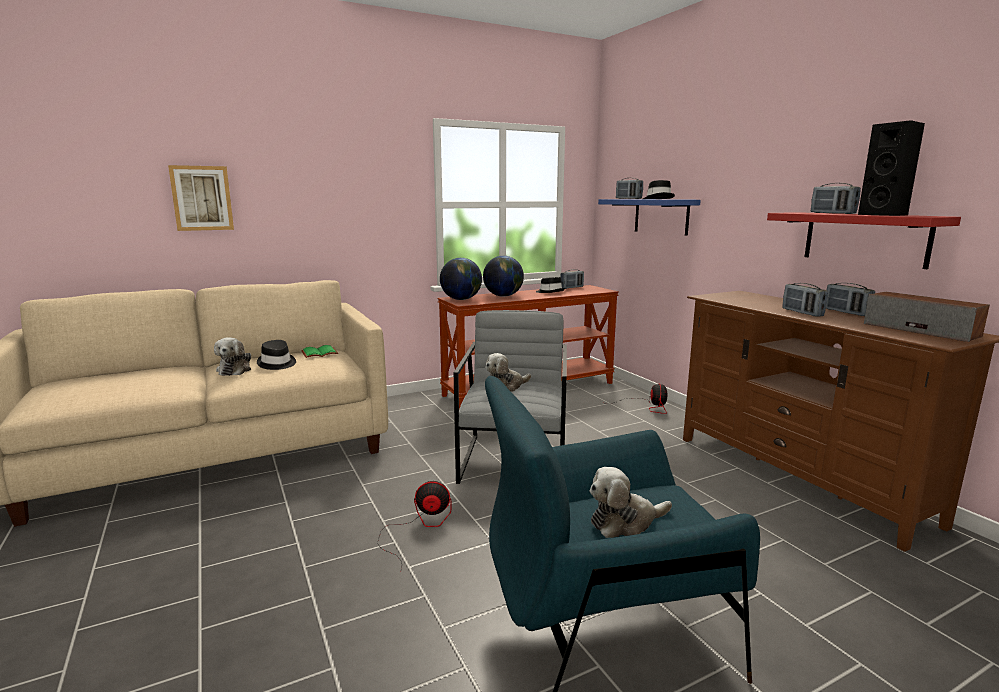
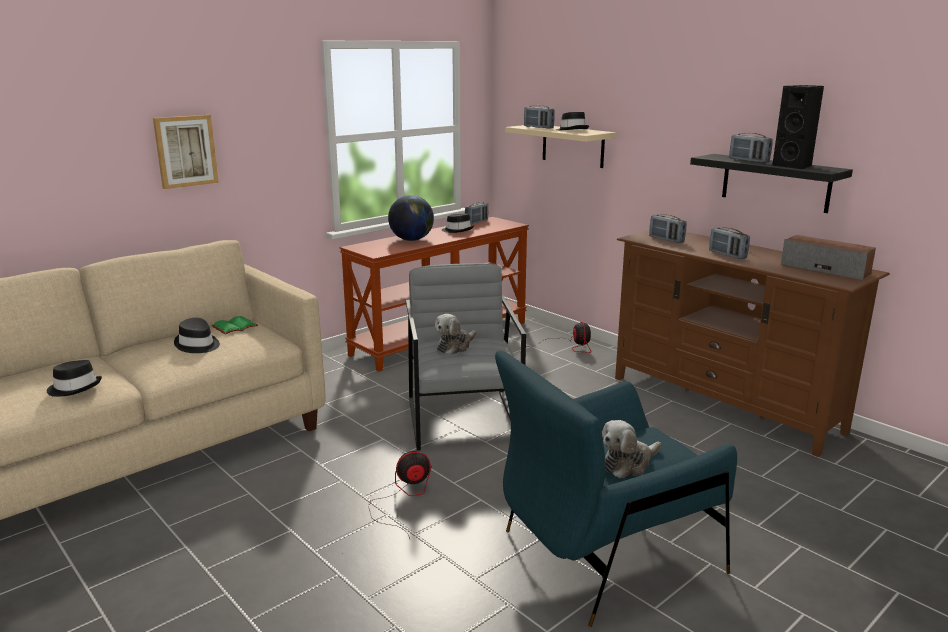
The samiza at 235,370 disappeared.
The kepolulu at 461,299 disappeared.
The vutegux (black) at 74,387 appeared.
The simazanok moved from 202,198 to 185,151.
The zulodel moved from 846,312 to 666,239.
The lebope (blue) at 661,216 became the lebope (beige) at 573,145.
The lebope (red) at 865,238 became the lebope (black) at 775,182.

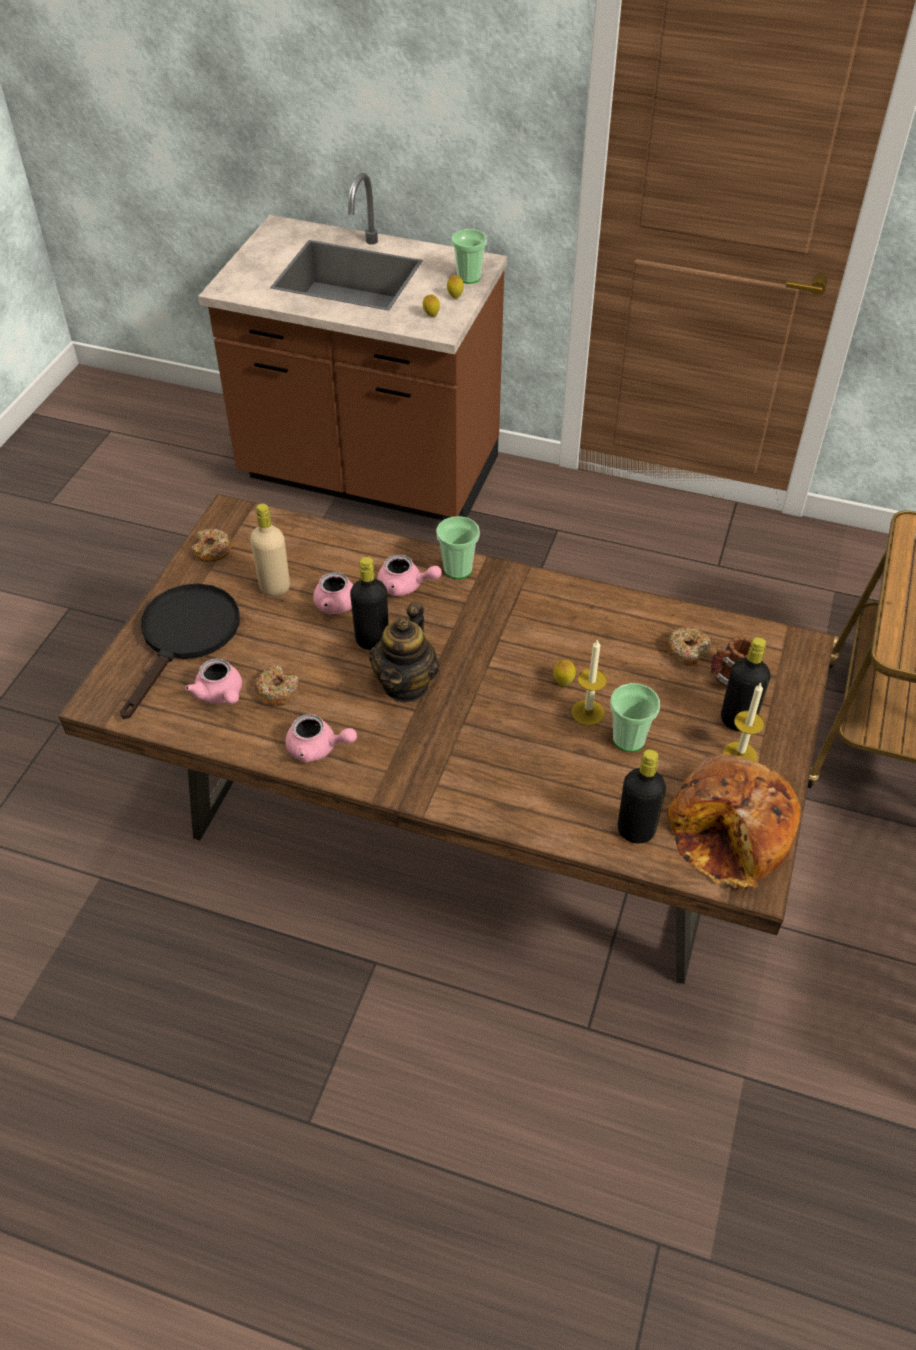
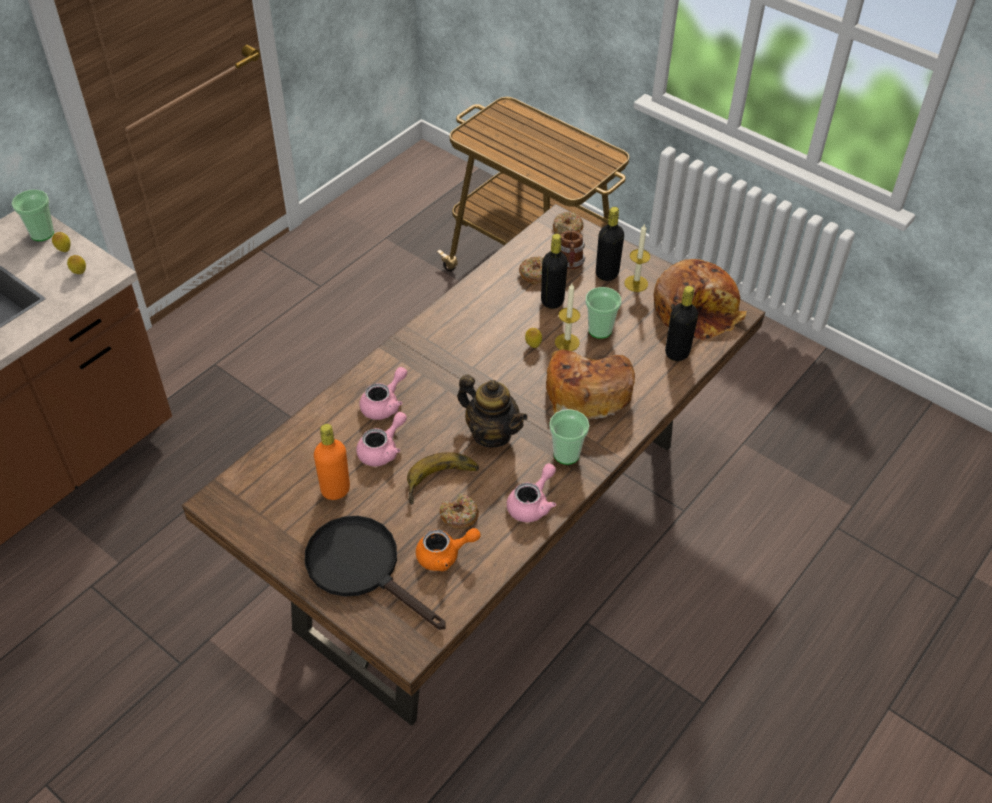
The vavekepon at 443,483 appeared.
The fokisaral at 587,390 appeared.
The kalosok moved from 212,550 to 568,229.
The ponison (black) moved from 372,640 to 552,301.
The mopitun moved from 458,569 to 566,454.
The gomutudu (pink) at 221,695 became the gomutudu (orange) at 444,555.
The ponison (beige) at 274,587 became the ponison (orange) at 335,490.

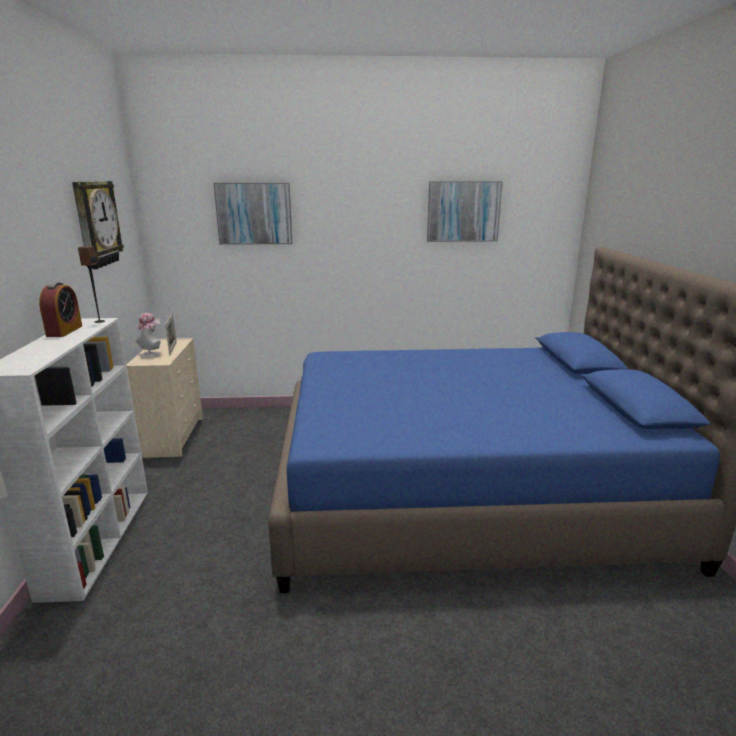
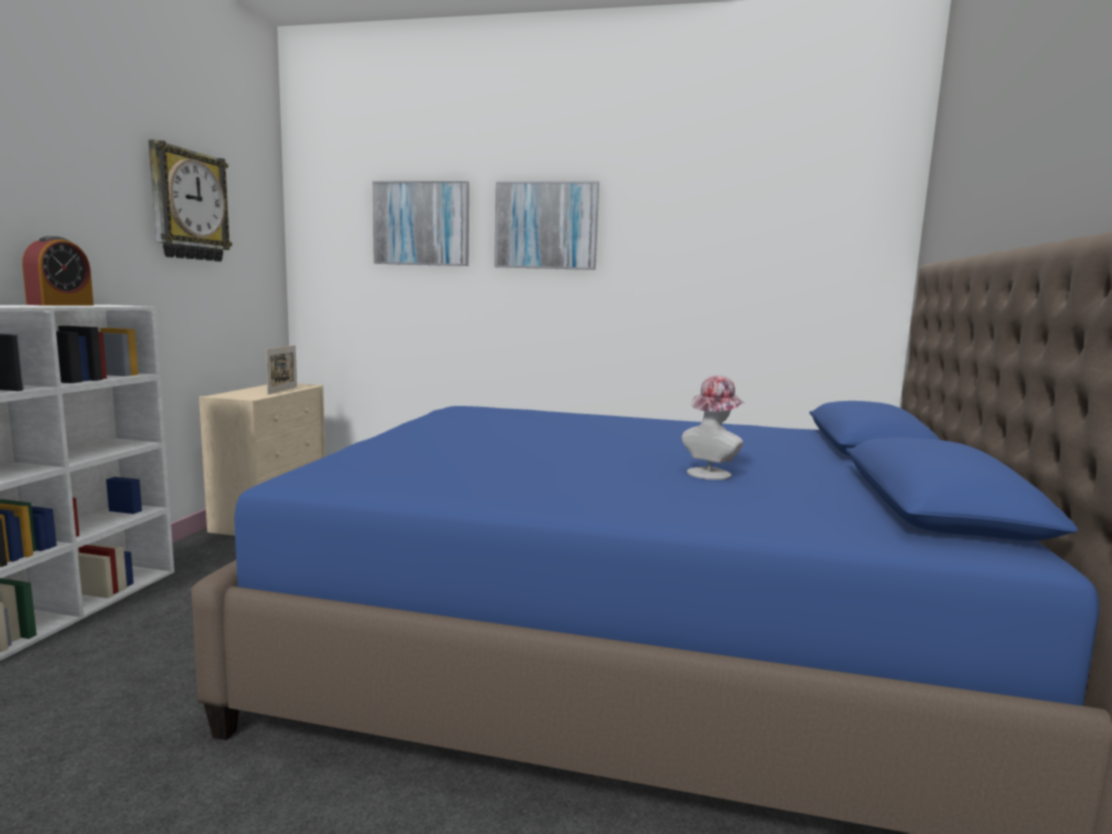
The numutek at 99,321 disappeared.
The vutegux moved from 152,354 to 711,472.
The simazanok moved from 463,211 to 546,226.

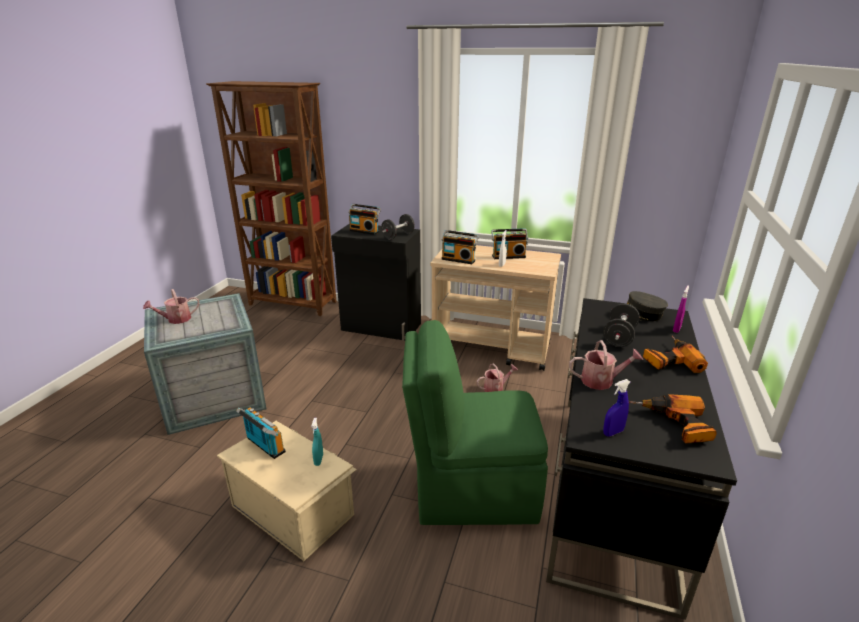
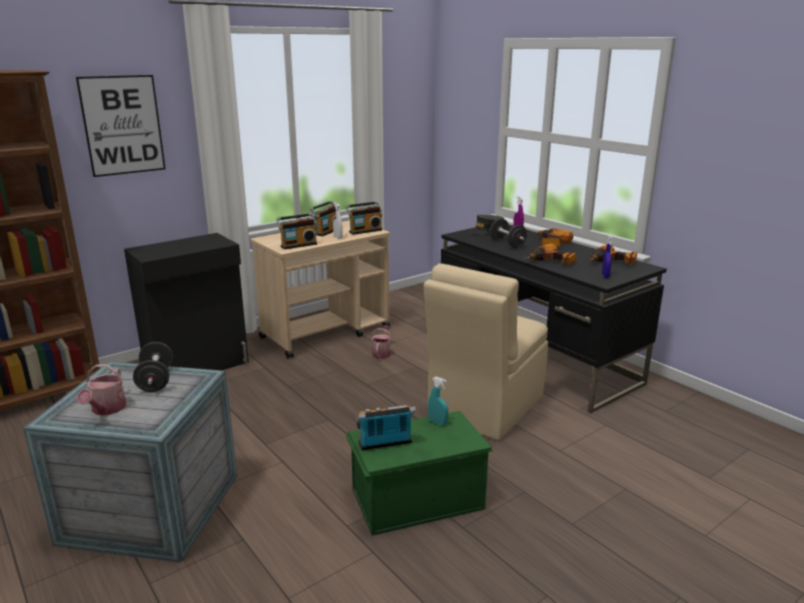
The simazanok at 122,125 appeared.
The zulodel moved from 365,231 to 365,231.
The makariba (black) moved from 398,235 to 156,380.
The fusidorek at 601,381 was replaced by the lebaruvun at 551,262.
The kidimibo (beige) at 293,509 became the kidimibo (green) at 416,498.
The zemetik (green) at 471,490 became the zemetik (beige) at 484,407.

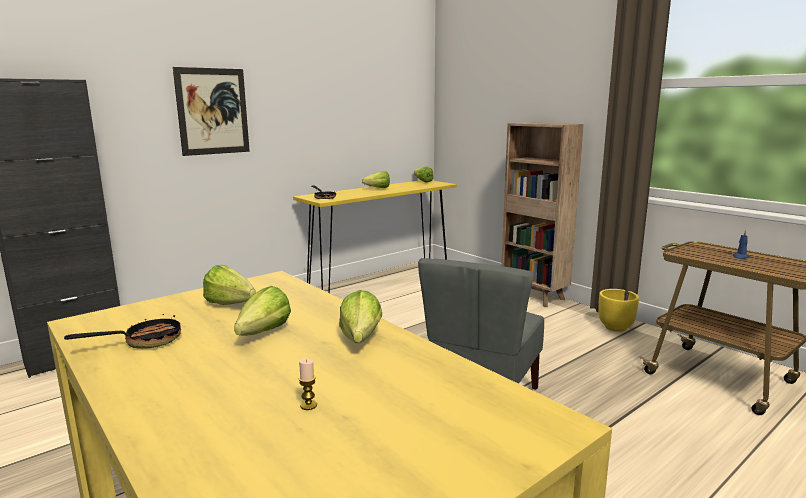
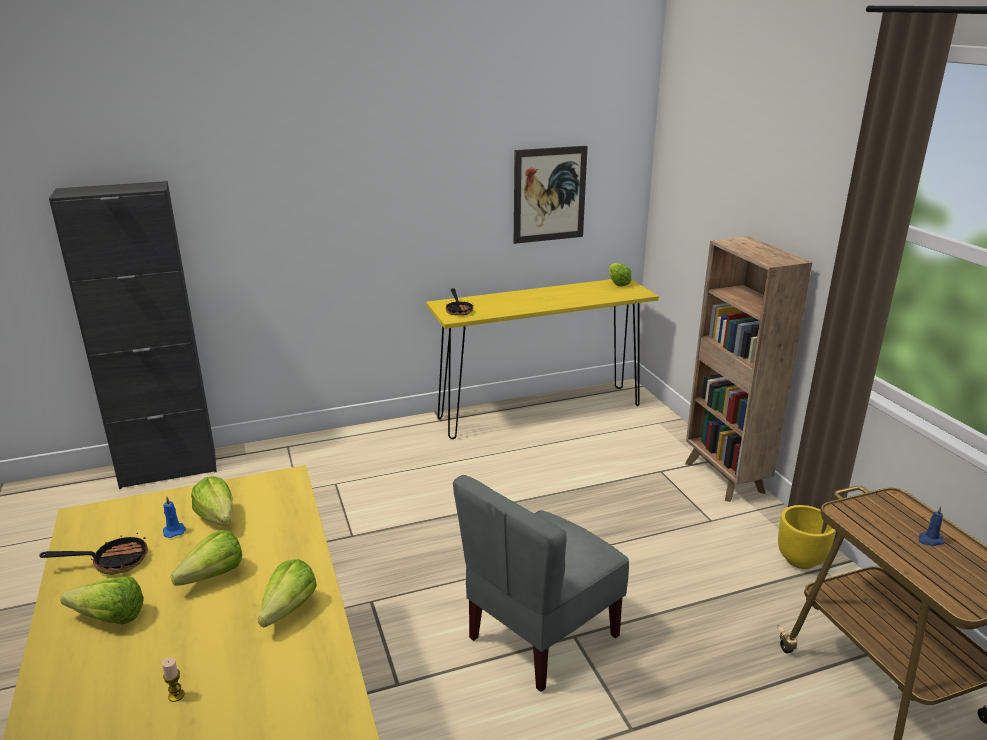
The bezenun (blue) at 174,530 appeared.
The simazanok moved from 213,111 to 549,194.
The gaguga moved from 375,188 to 105,617.

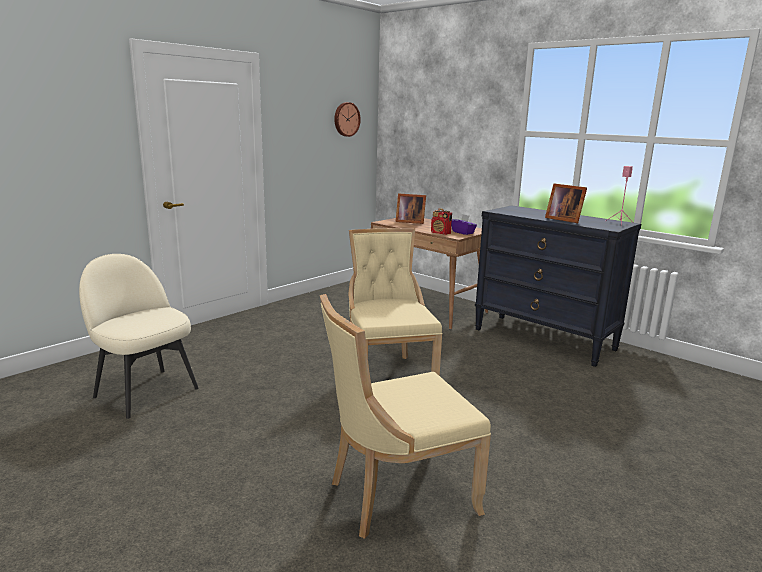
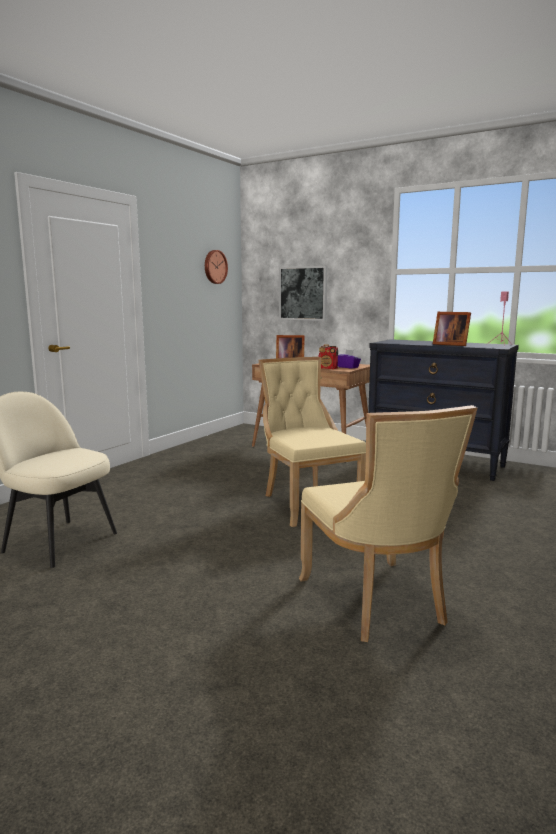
The simazanok at 303,293 appeared.
The zemetik (beige) at 396,495 turned 75 degrees counterclockwise.

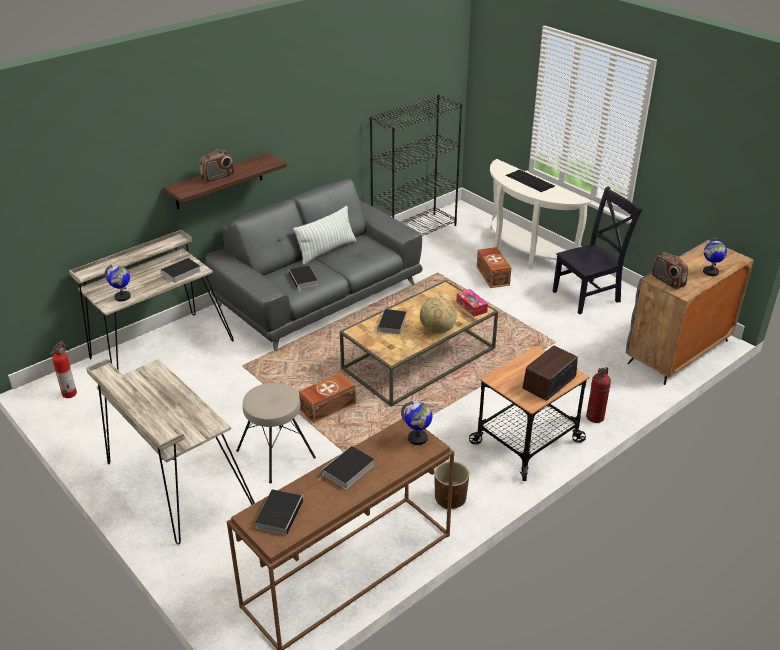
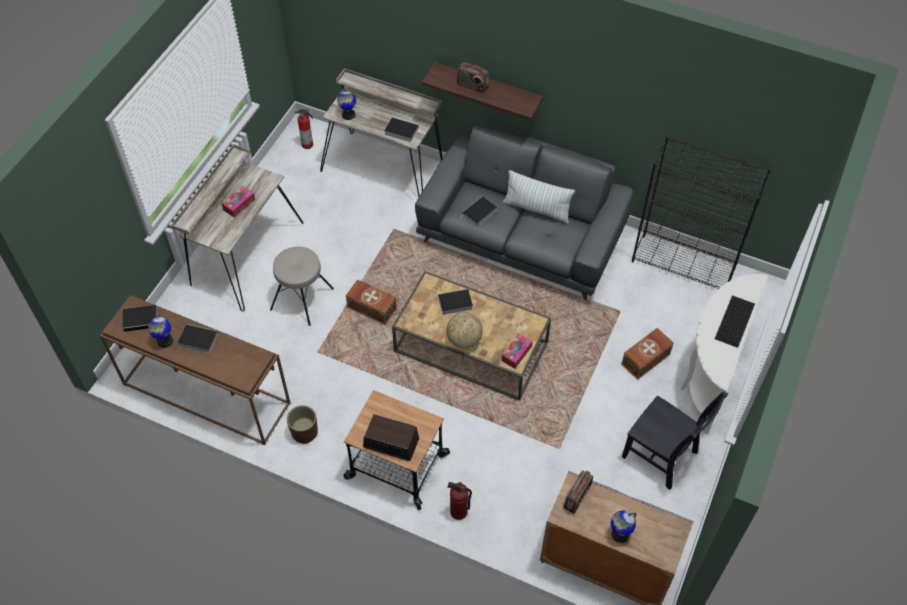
The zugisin at 239,204 appeared.
The kepolulu moved from 418,438 to 165,341.

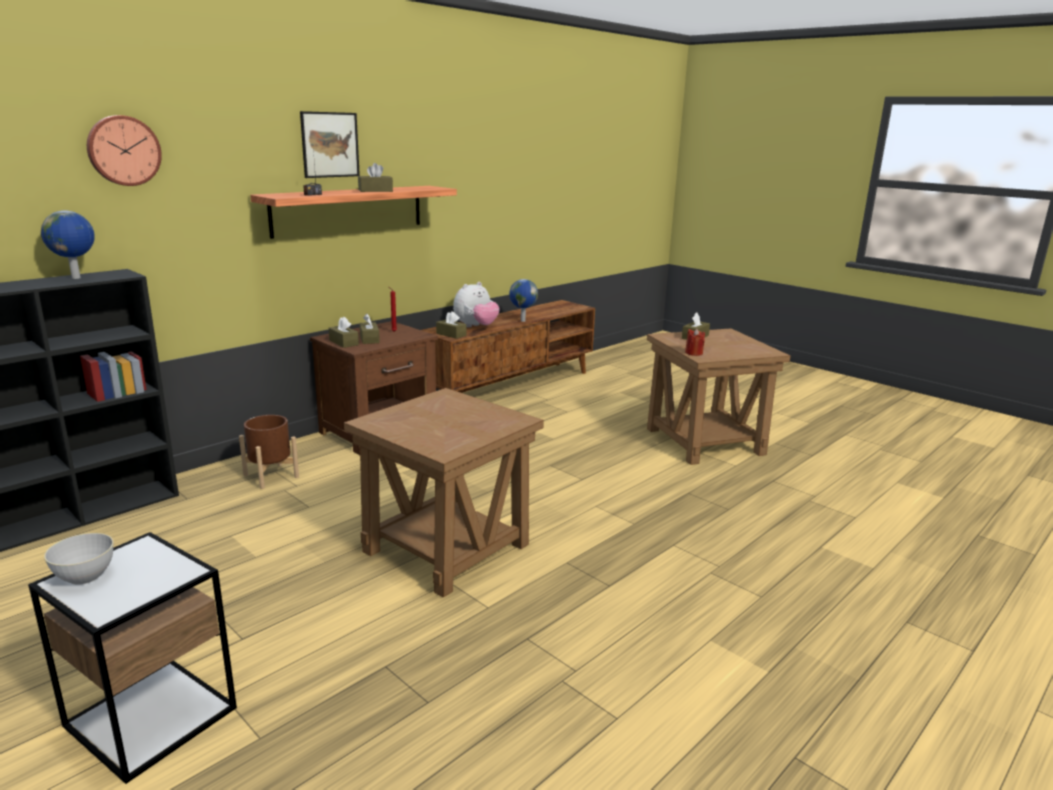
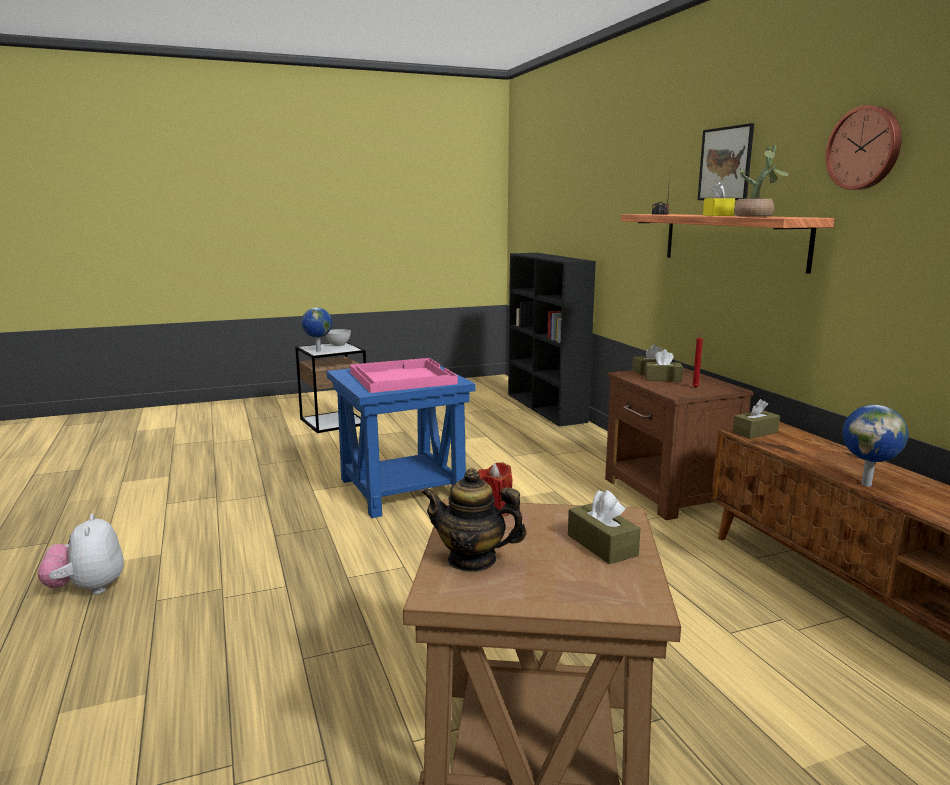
The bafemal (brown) at 271,476 disappeared.
The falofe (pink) at 401,378 appeared.
The gomutudu at 472,560 appeared.
The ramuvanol at 757,216 appeared.
The kepolulu moved from 76,278 to 318,351.
The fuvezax moved from 123,150 to 865,148.
The samiza moved from 476,327 to 88,589.
The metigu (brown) at 446,549 became the metigu (blue) at 400,489.
The zugisin (brown) at 375,191 became the zugisin (yellow) at 717,215.

